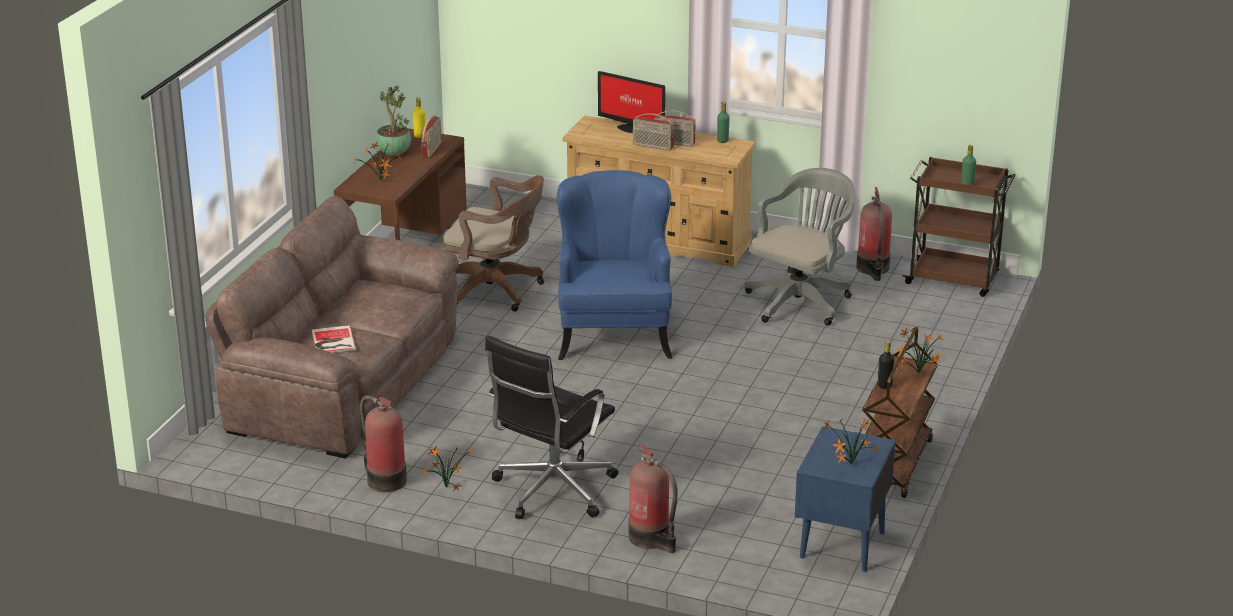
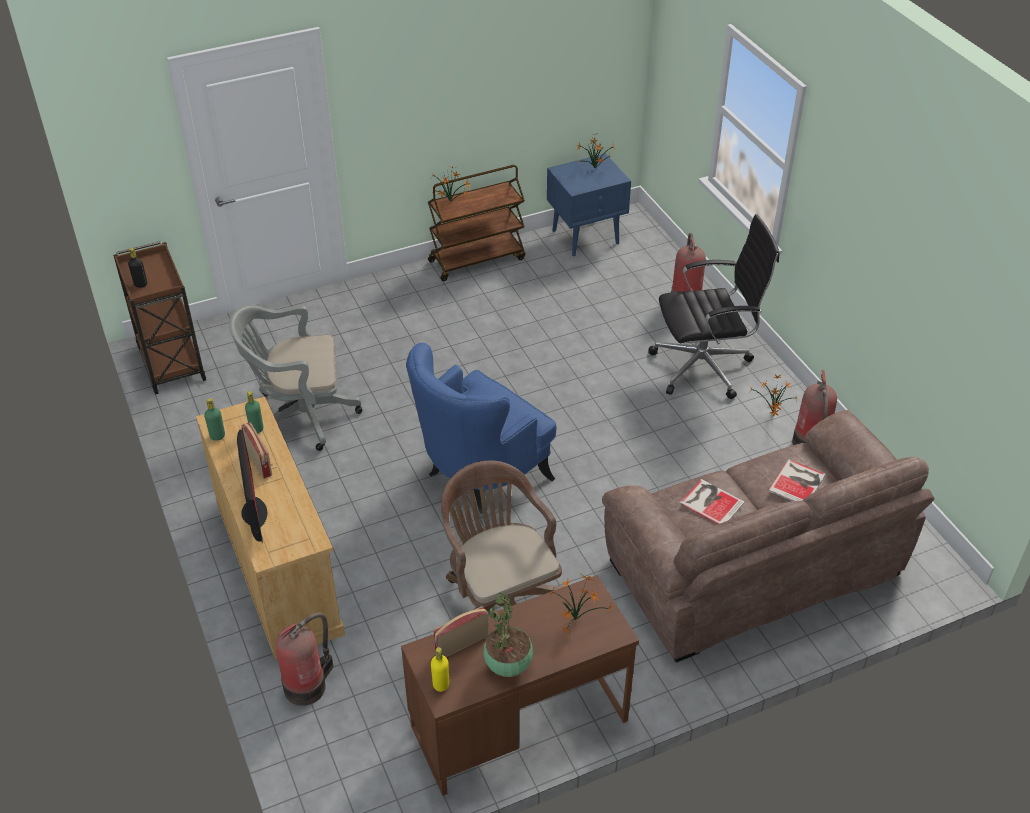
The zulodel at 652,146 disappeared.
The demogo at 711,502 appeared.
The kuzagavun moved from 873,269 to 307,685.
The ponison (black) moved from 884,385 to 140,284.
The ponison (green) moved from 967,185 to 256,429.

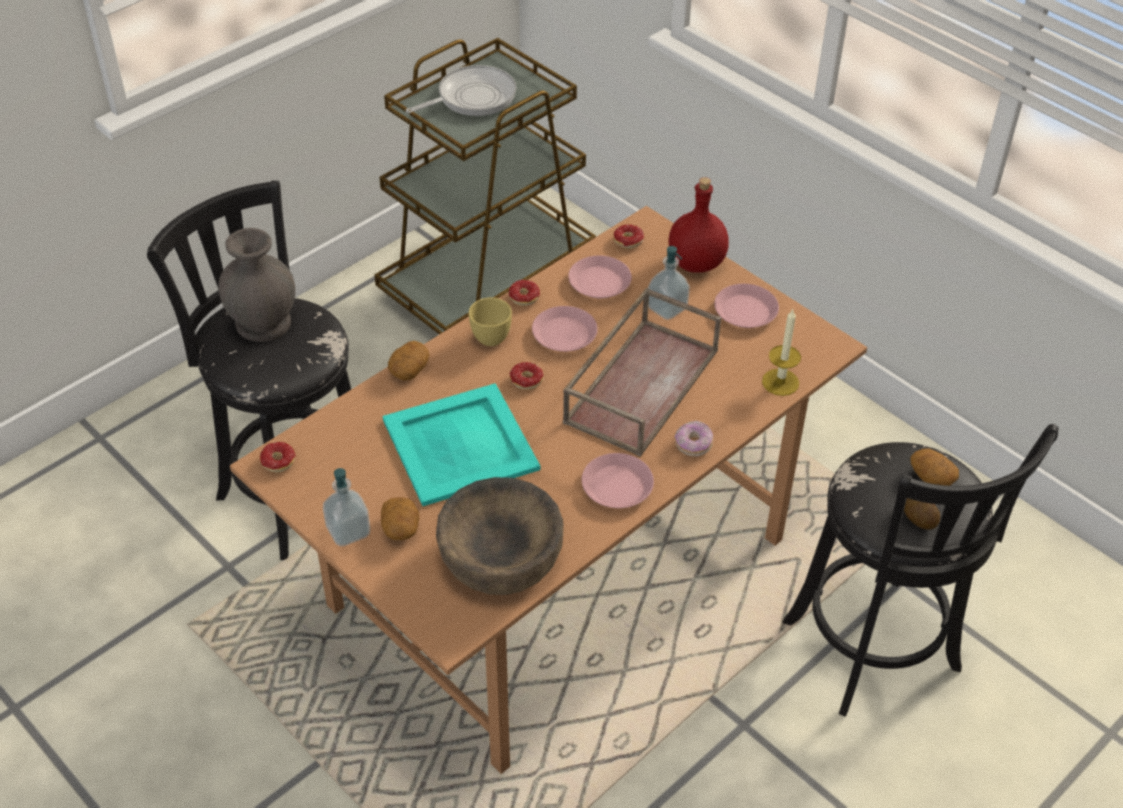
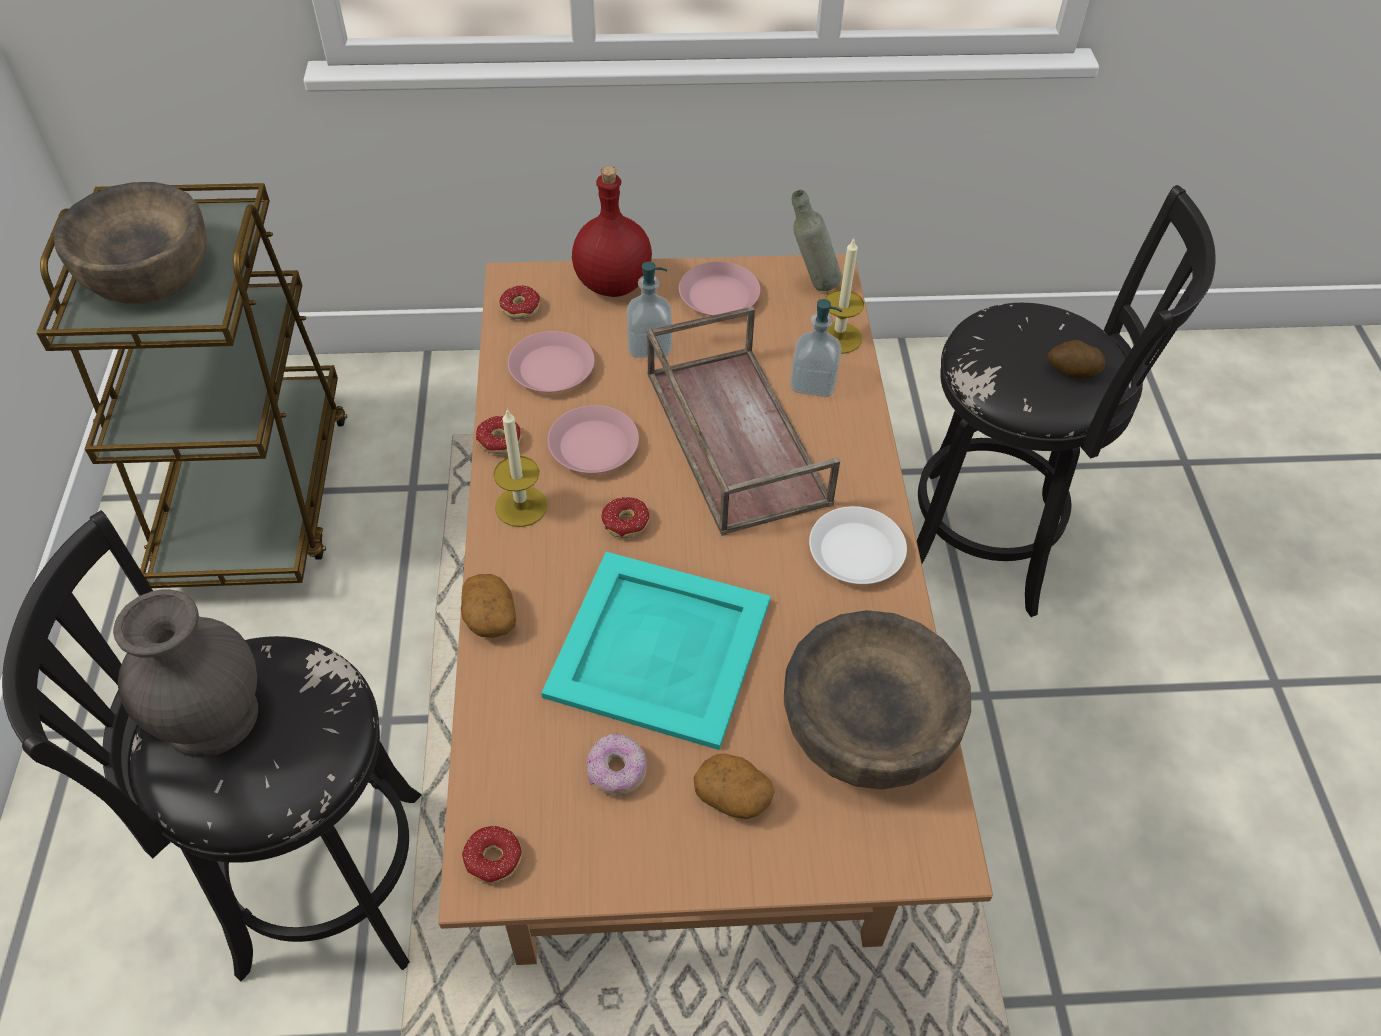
The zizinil at 931,477 disappeared.
The ponison (grey) at 811,285 appeared.
The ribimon moved from 348,531 to 813,383.
The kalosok moved from 693,445 to 616,772.
The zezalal at 472,98 was replaced by the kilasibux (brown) at 146,271.
The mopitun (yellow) at 491,334 was replaced by the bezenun at 521,506.
The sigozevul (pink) at 616,486 became the sigozevul (white) at 856,552.

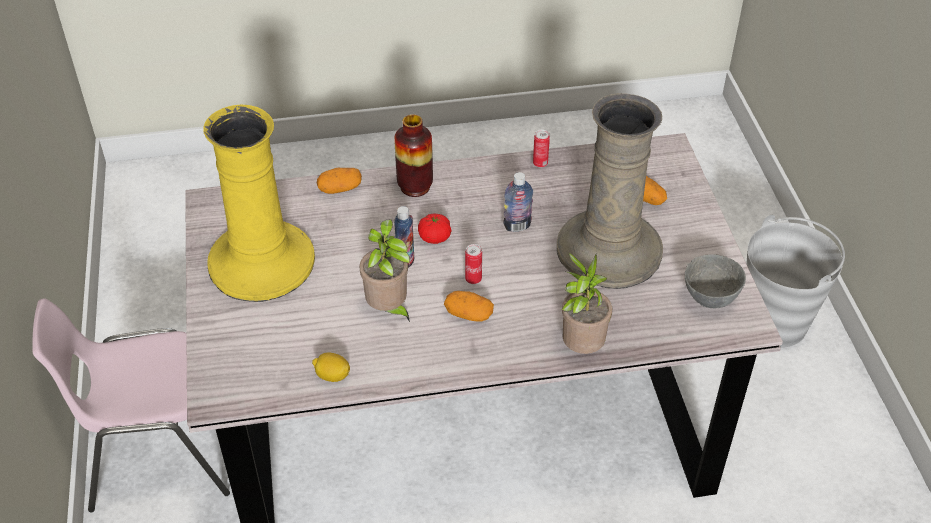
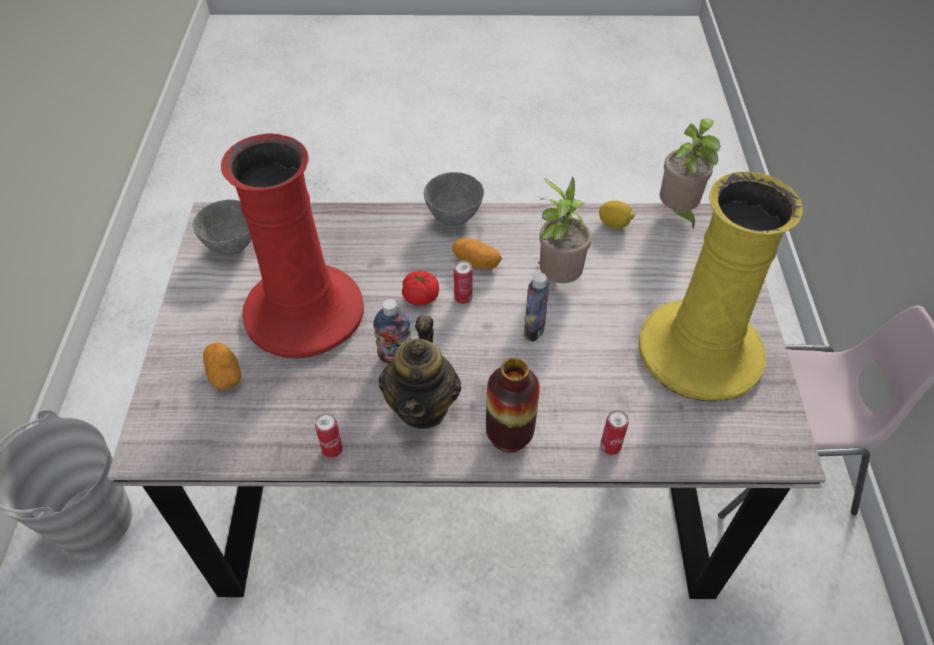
The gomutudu at 422,406 appeared.
The kilasibux (grey) at 453,217 appeared.
The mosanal moved from 434,237 to 420,297.
The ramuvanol moved from 580,347 to 677,212.
The zizinil at 340,189 was replaced by the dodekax at 610,447.
The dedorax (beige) at 609,250 became the dedorax (red) at 305,311.

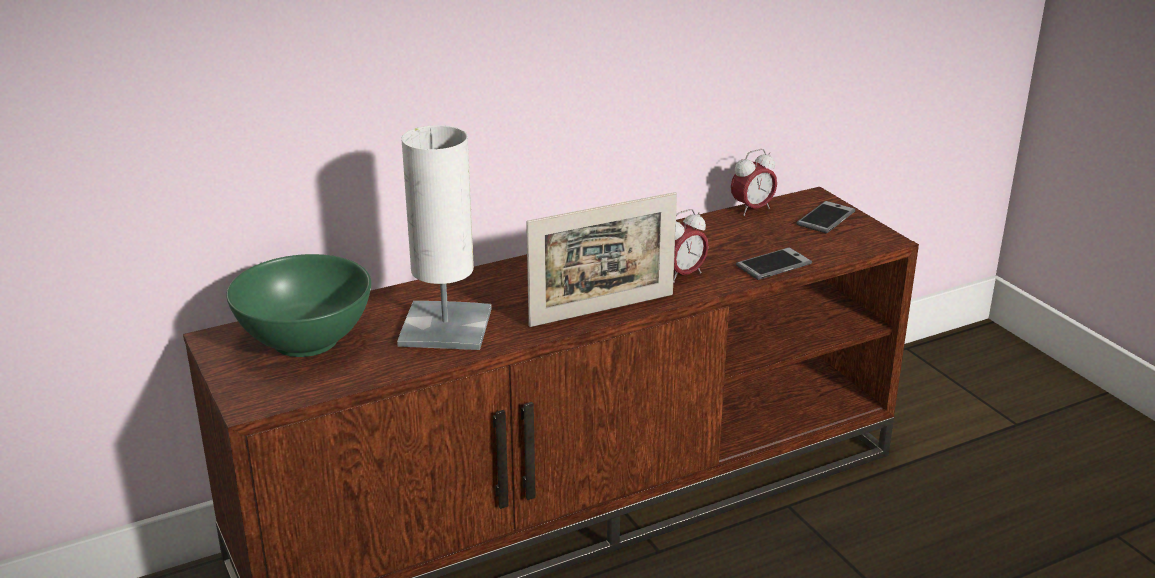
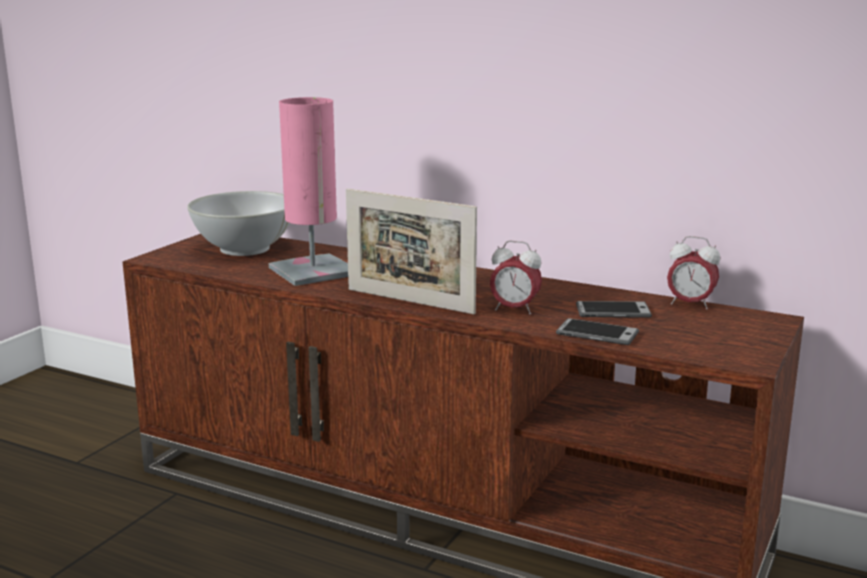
The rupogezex moved from 825,218 to 613,311.
The kilasibux (green) at 305,341 became the kilasibux (white) at 244,249.
The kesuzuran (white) at 445,327 became the kesuzuran (pink) at 313,271.

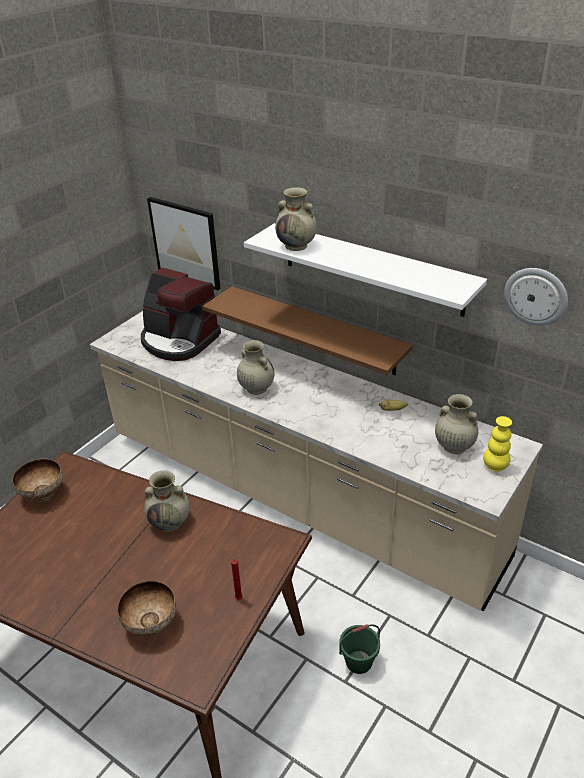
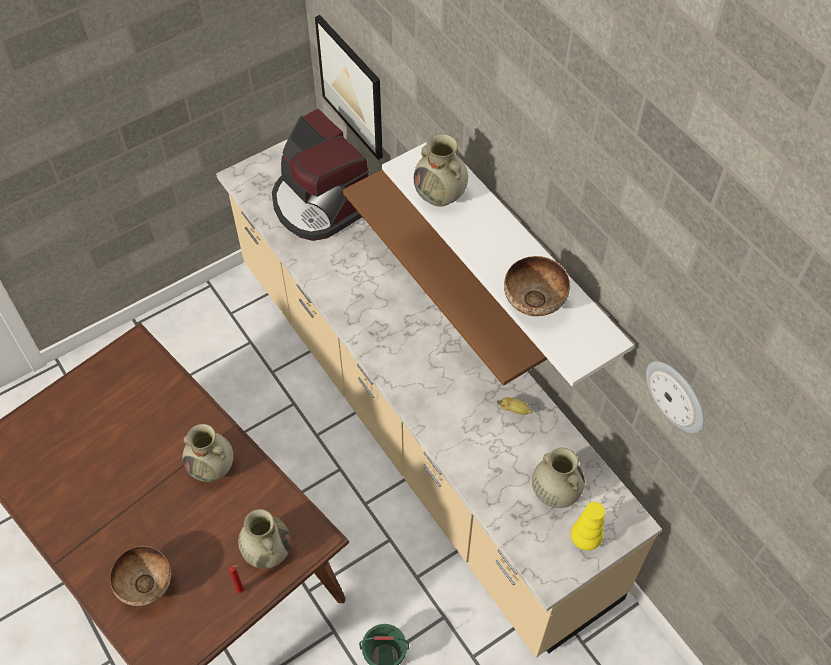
The kilasibux moved from 44,494 to 534,304.
The dedorax (beige) moved from 256,388 to 267,550.

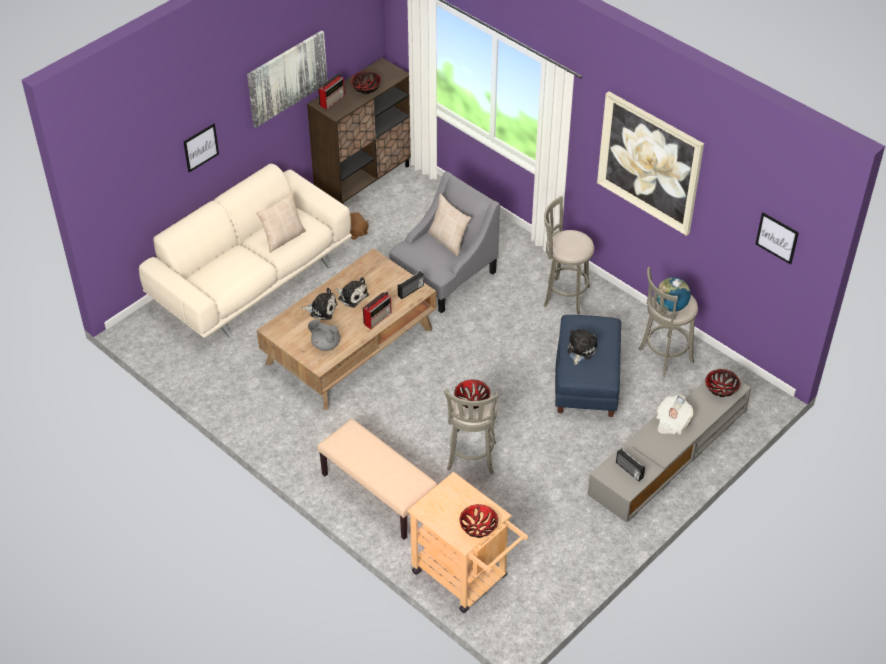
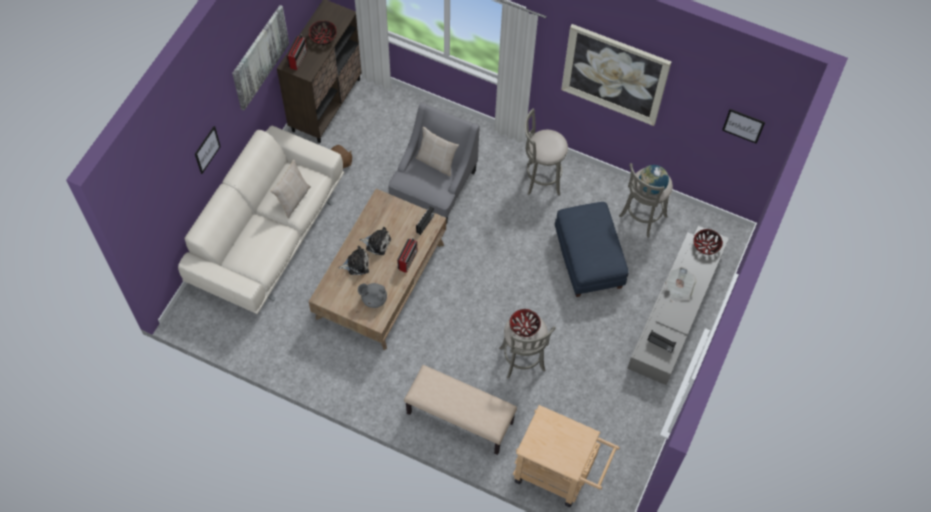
The kilasibux at 478,527 disappeared.
The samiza at 580,350 disappeared.

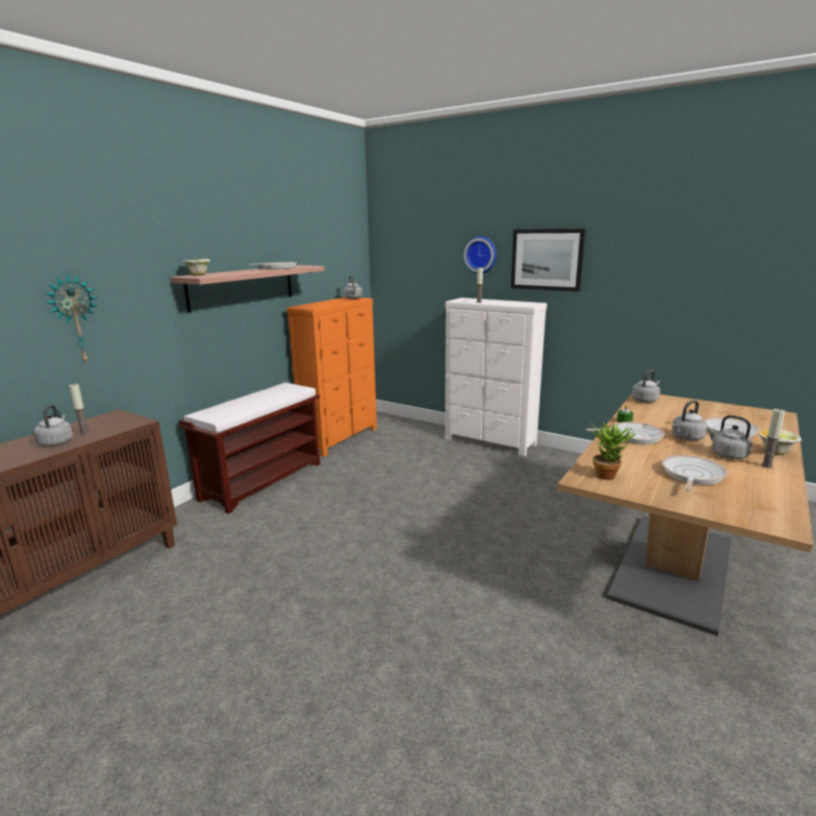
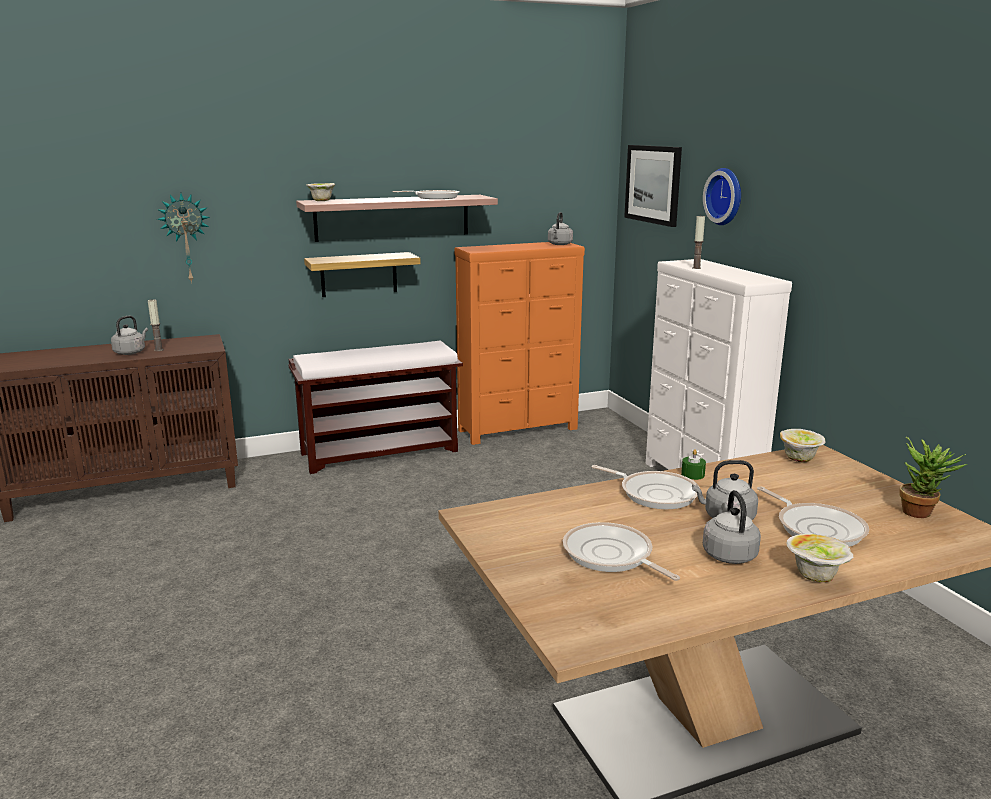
The bezenun at 766,466 disappeared.
The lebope at 359,274 appeared.
The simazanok moved from 546,259 to 653,184.
The ramuvanol moved from 608,474 to 922,512.
The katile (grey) at 645,400 was replaced by the kilasibux at 799,459.
The zezalal at 691,475 turned 105 degrees counterclockwise.

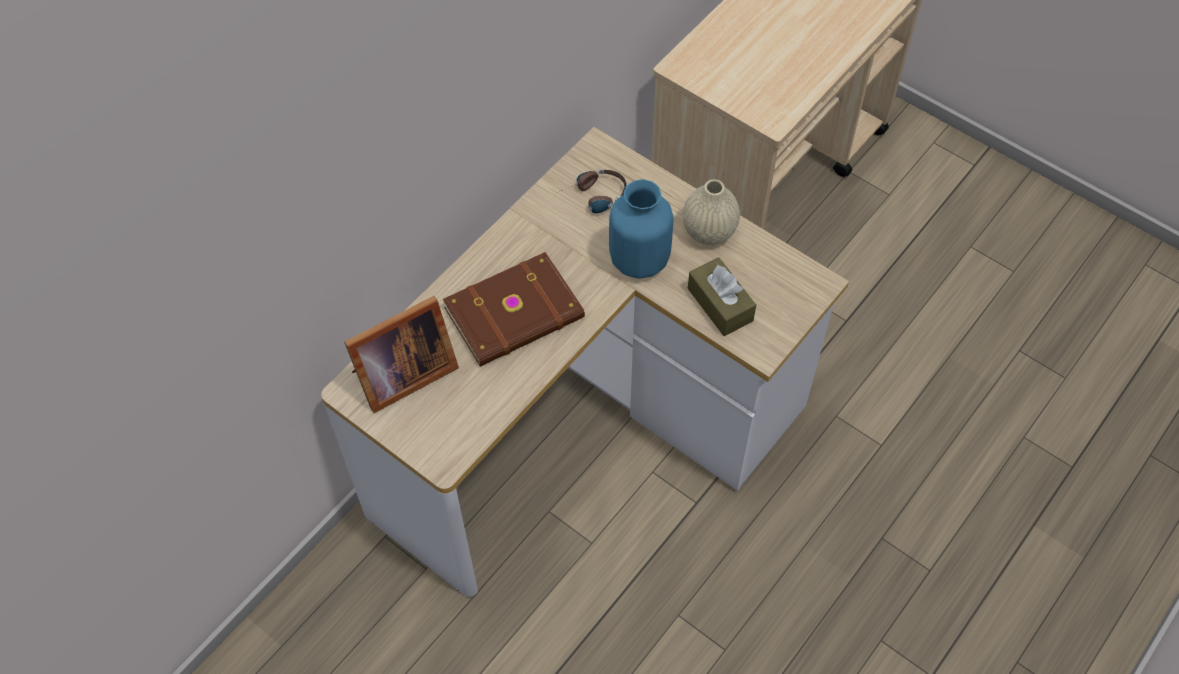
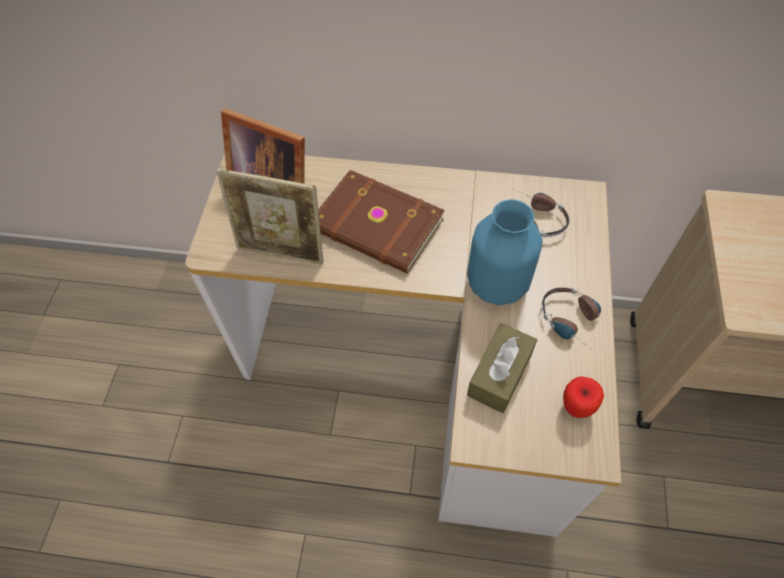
The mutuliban at 282,252 appeared.
The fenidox at 576,407 appeared.
The dedorax (beige) at 709,230 was replaced by the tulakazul at 574,322.

